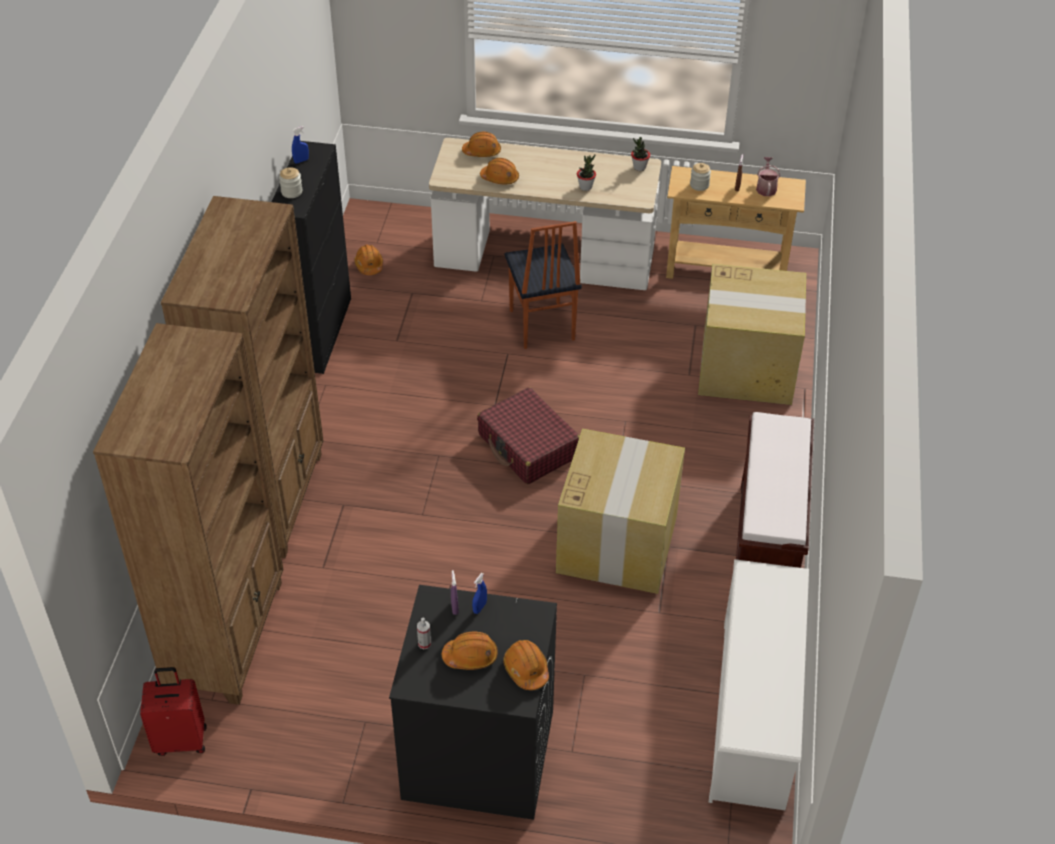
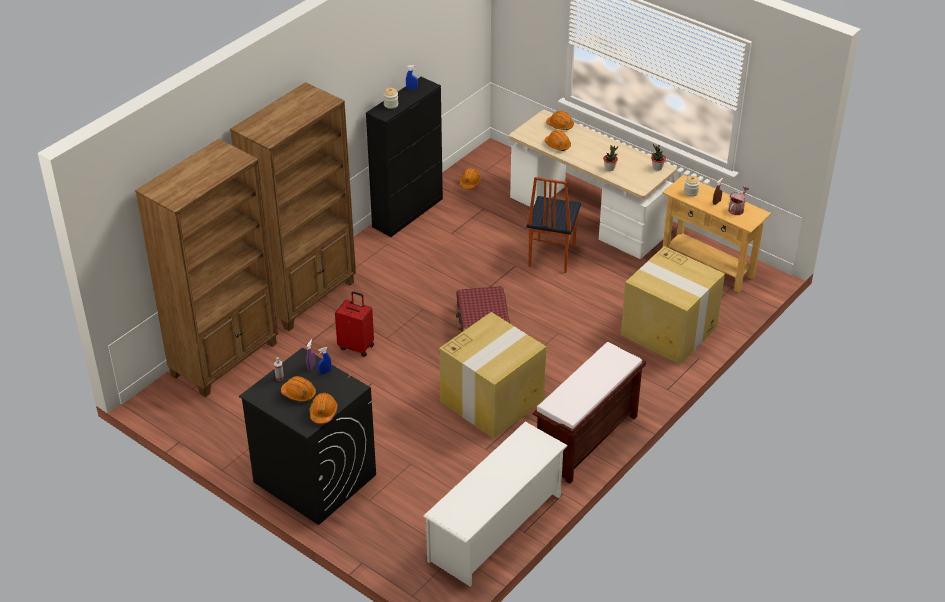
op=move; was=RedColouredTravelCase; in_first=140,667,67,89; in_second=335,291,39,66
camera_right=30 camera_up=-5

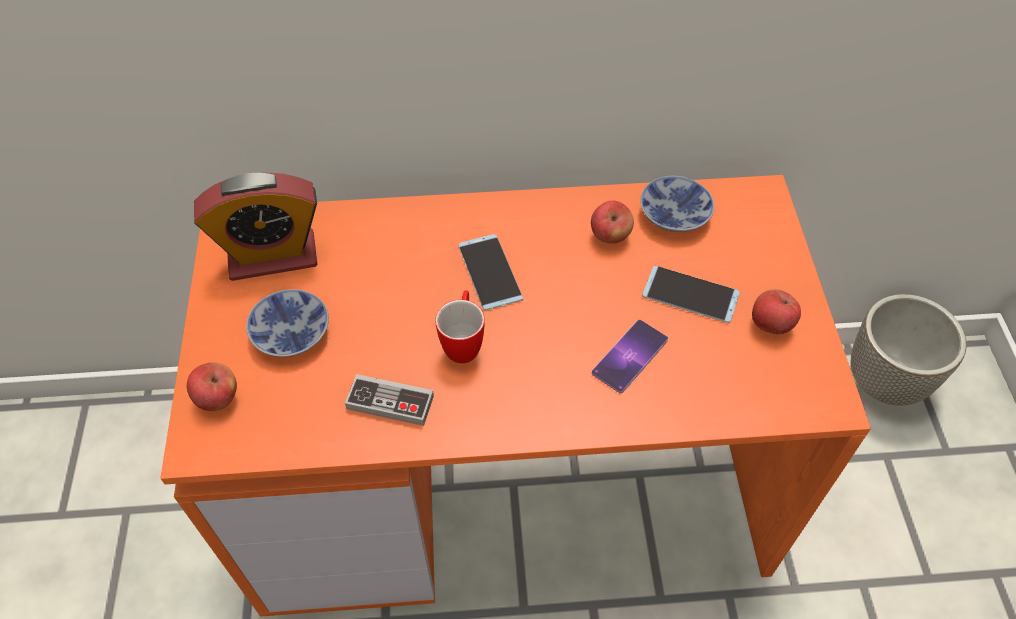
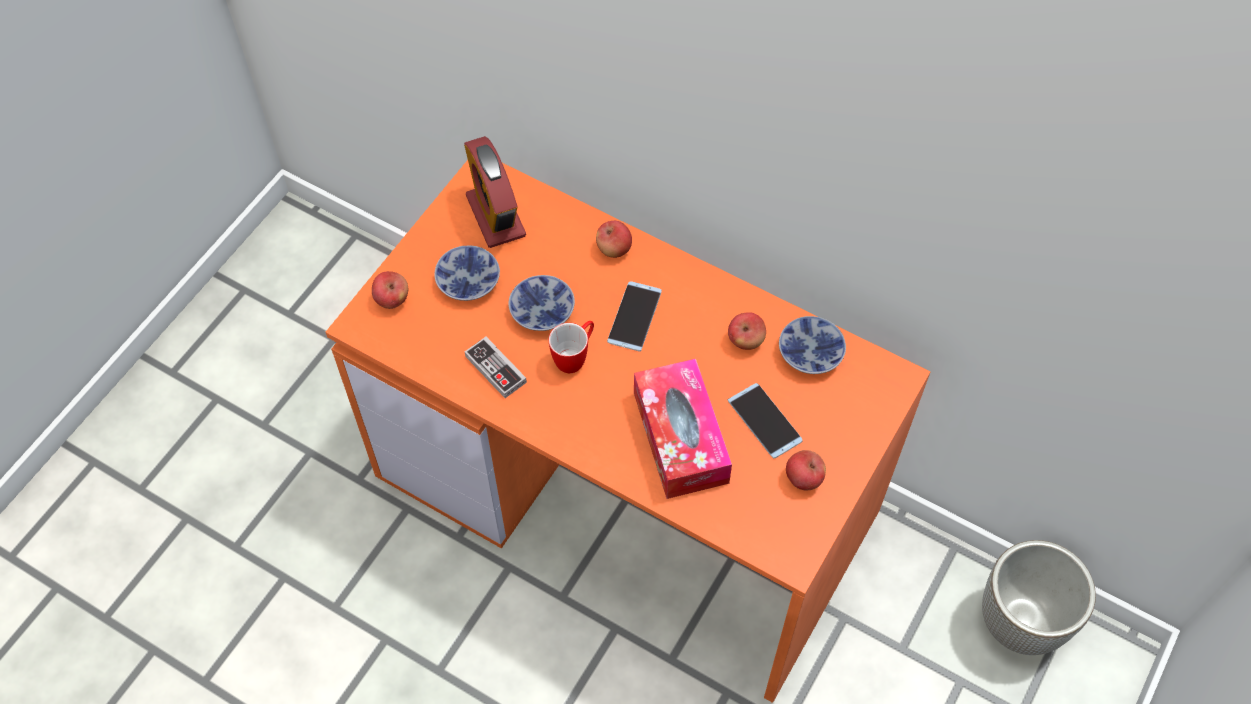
op=rotate; was=BedsideClock; in_first=194,172,123,109; in_second=464,136,62,112; clockwise=45
op=replace; was=Phone; now=TissueHolder; in_first=592,320,76,74; in_second=634,359,98,140
op=insert; now=WholeApple; in_second=596,221,36,37
op=insert; now=DeepDish; in_second=508,275,67,56
camera_right=35 camera_up=5

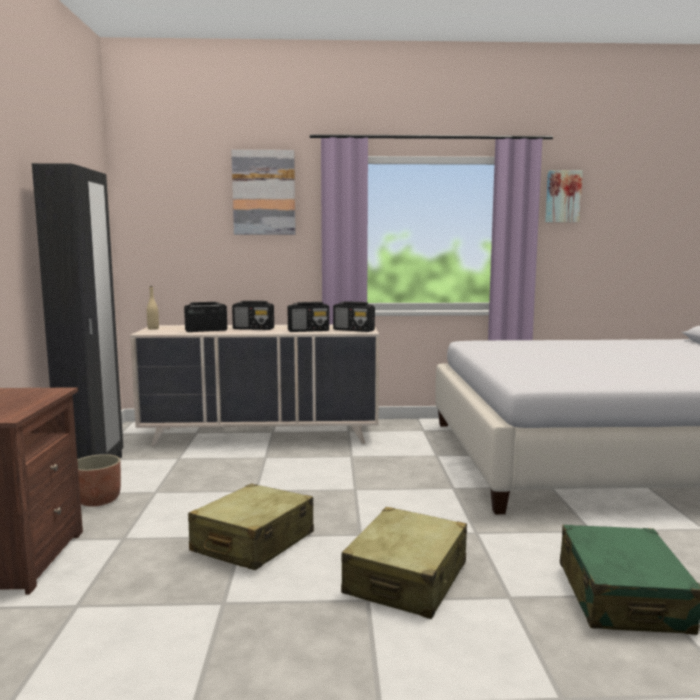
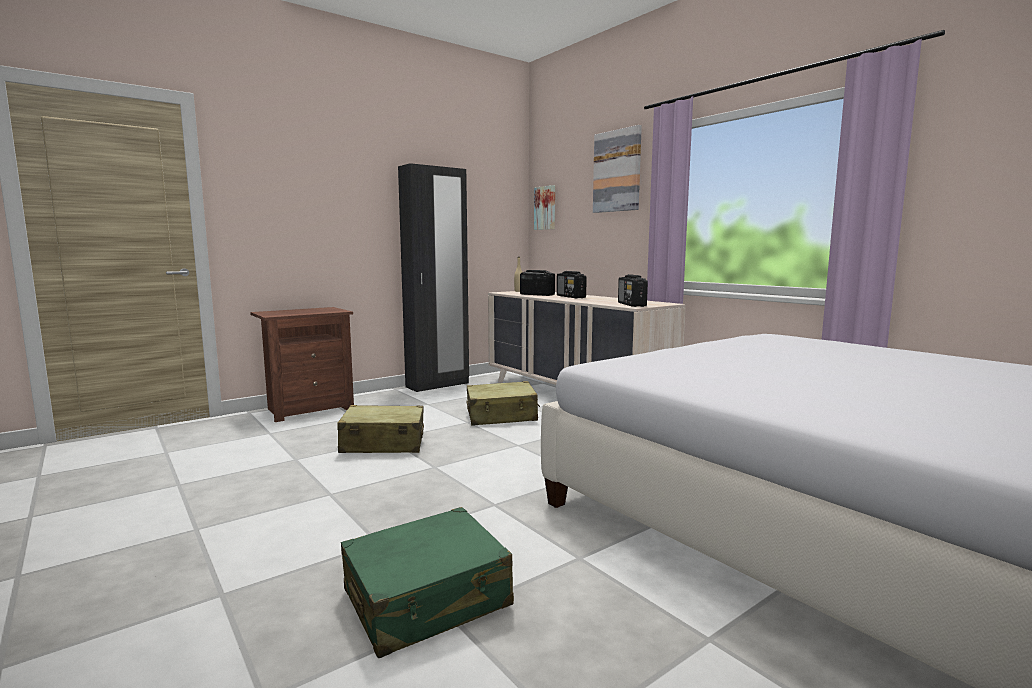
op=move; was=Picture; in_first=545,170,38,52; in_second=534,185,21,45
op=delete; was=Radio; in_first=287,302,42,30
op=delete; was=PlantPot; in_first=77,454,44,53
op=move; was=BeigeColouredTravelCase; in_first=341,507,126,112; in_second=467,381,73,45
camera_right=55 camera_up=0

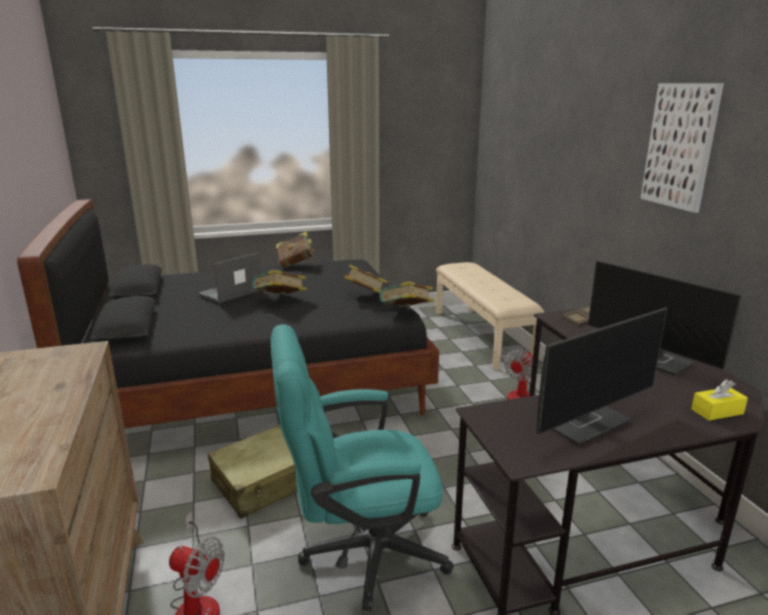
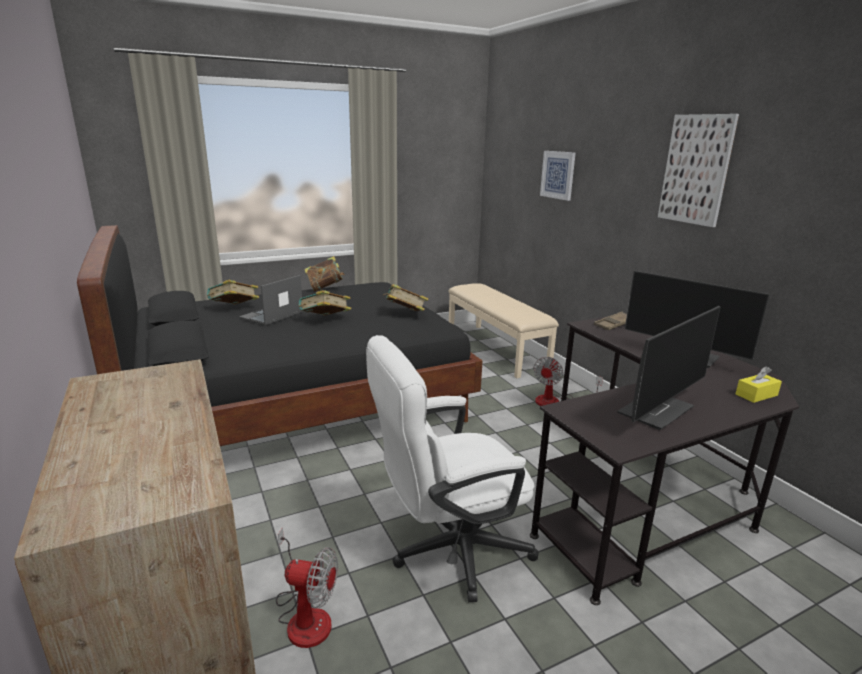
op=move; was=BoundBook; in_first=380,281,54,26; in_second=207,280,52,24
op=recolor; was=BlueGreenDeskChair; now=WhiteDeskChair; in_first=271,324,183,287; in_second=366,335,173,267
op=delete; was=BeigeColouredTravelCase; in_first=208,425,90,94
op=insert; now=Picture; in_second=540,151,36,50
camera_right=-10 camera_up=0

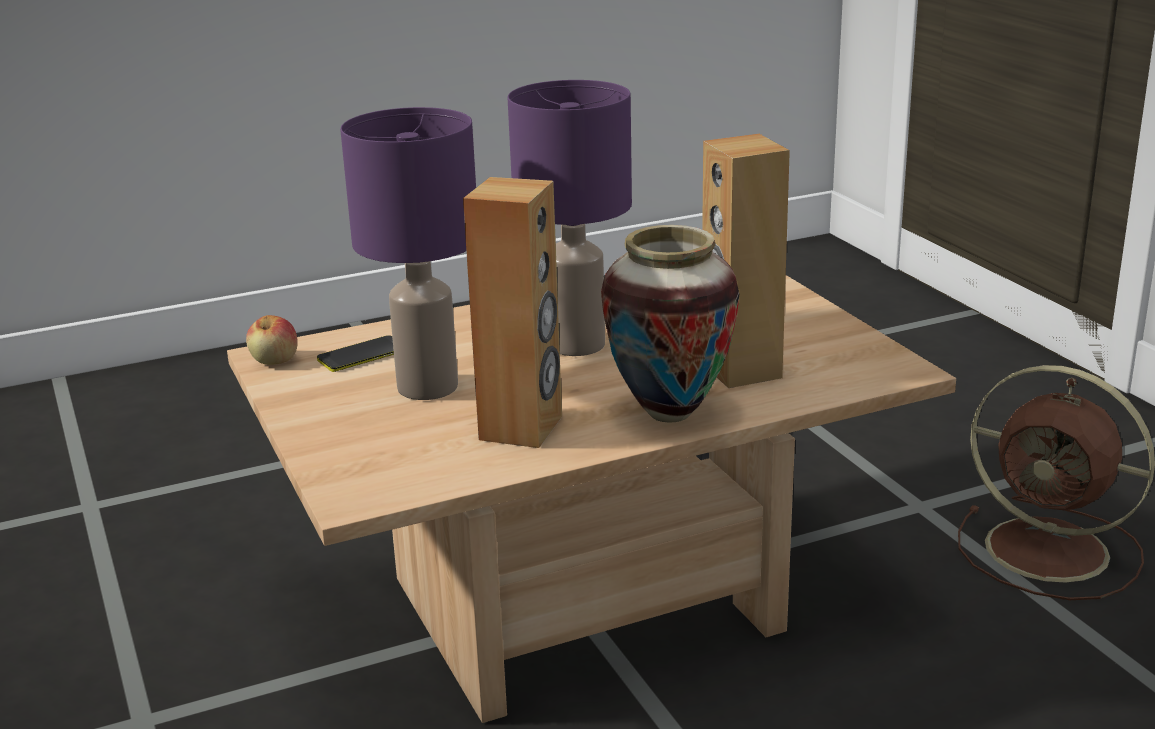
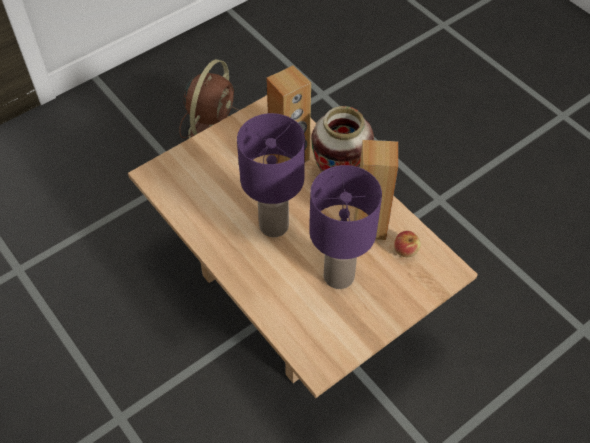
op=move; was=WholeApple; in_first=246,315,52,50; in_second=394,231,27,26
op=delete; was=Phone; in_first=317,335,77,37
camera_right=-105 camera_up=30

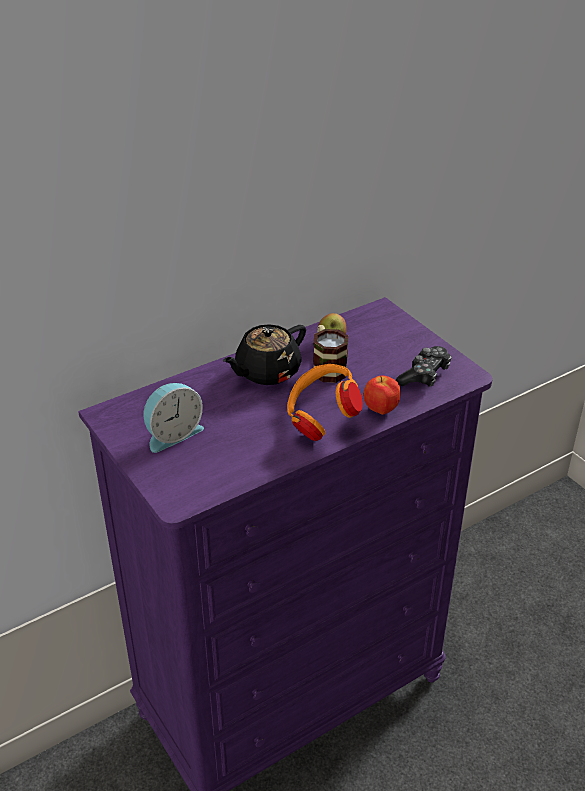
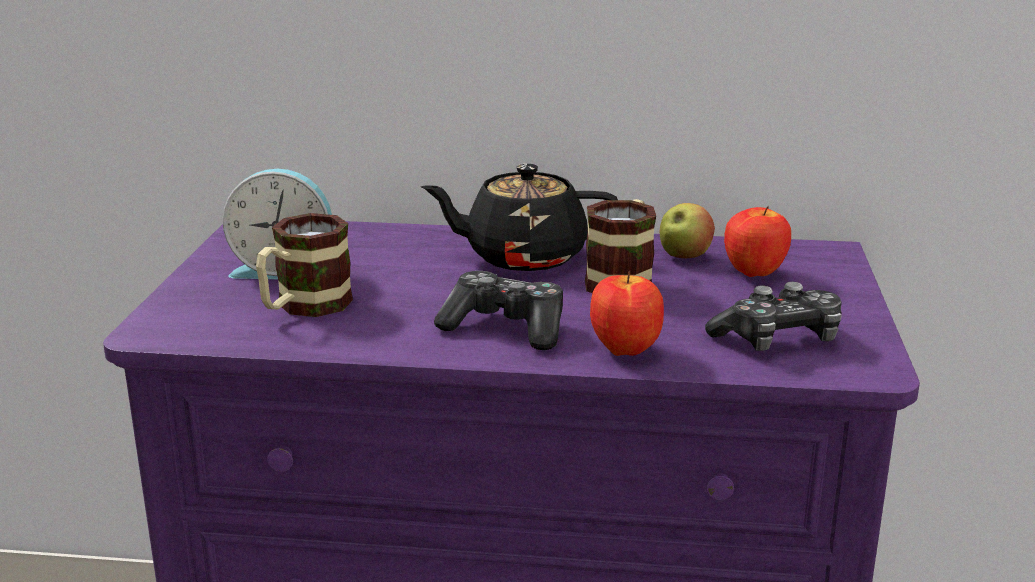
op=replace; was=OrangeyHeadset; now=Gamepad; in_first=287,364,76,77; in_second=434,271,129,79
op=insert; now=WholeApple; in_second=724,206,67,71
op=insert; now=Mug; in_second=256,213,97,104
camera_right=40 camera_up=-15

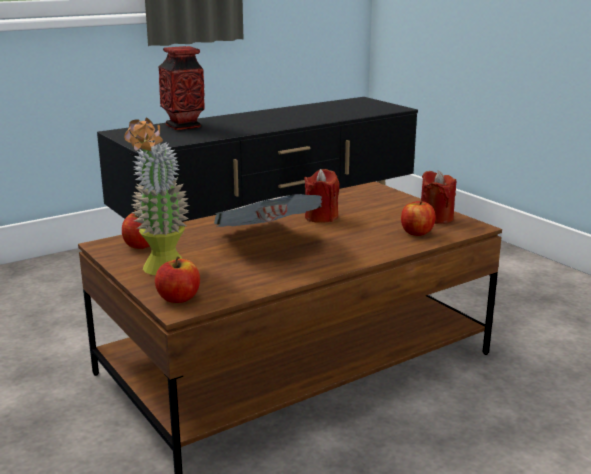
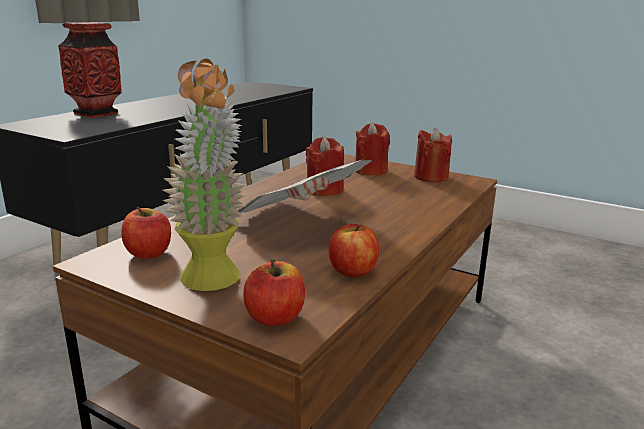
op=move; was=WholeApple; in_first=401,201,35,35; in_second=328,224,51,53
op=insert; now=RedColouredWaxCandle; in_second=356,122,34,53
camera_right=-25 camera_up=0

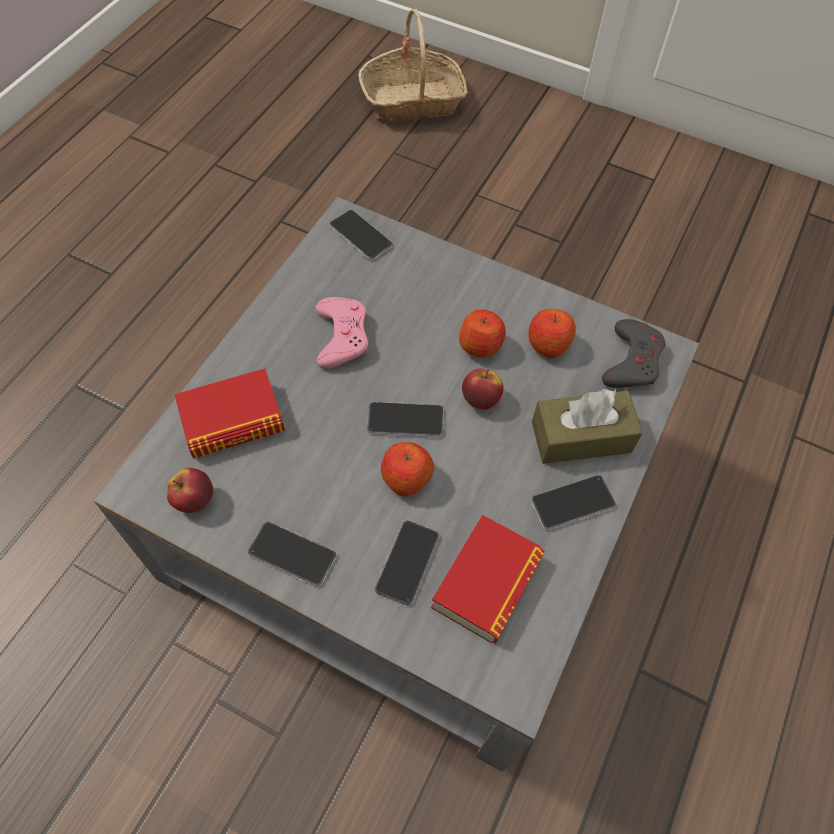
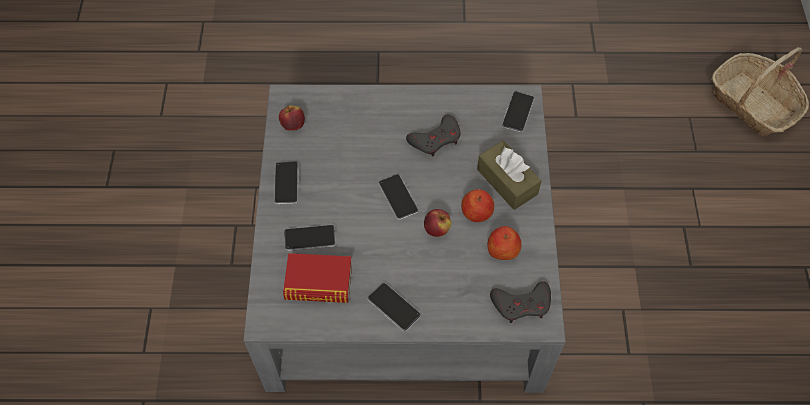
op=recolor; was=PinkColouredGamepad; now=GreyishGamepad; in_first=315,297,53,72; in_second=406,114,55,43
op=delete; was=BoundBook; in_first=174,368,111,91
op=move; was=BrownishTissueHolder; in_first=532,389,111,75; in_second=477,140,65,70
op=delete; was=WholeApple; in_first=381,442,53,55
camera_right=65 camera_up=0

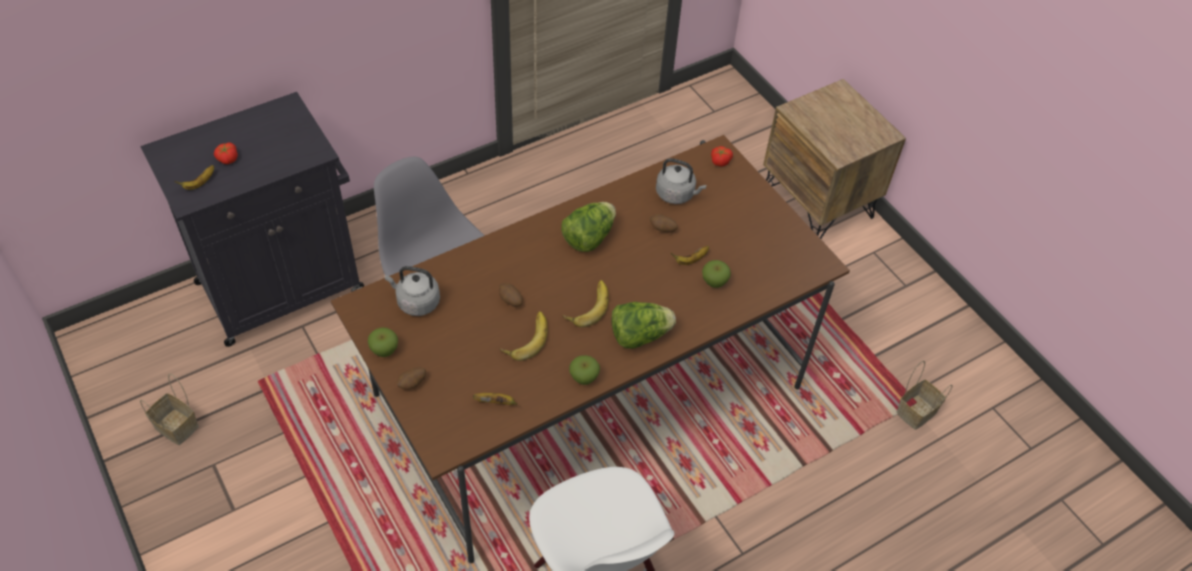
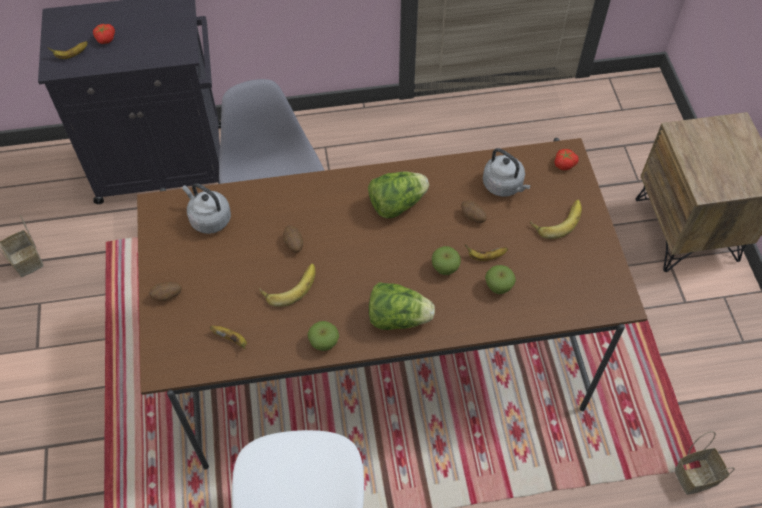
op=move; was=Banana; in_first=563,280,46,47; in_second=530,200,52,39
op=move; was=WholeApple; in_first=368,327,30,30; in_second=432,246,29,29
camera_right=25 camera_up=5

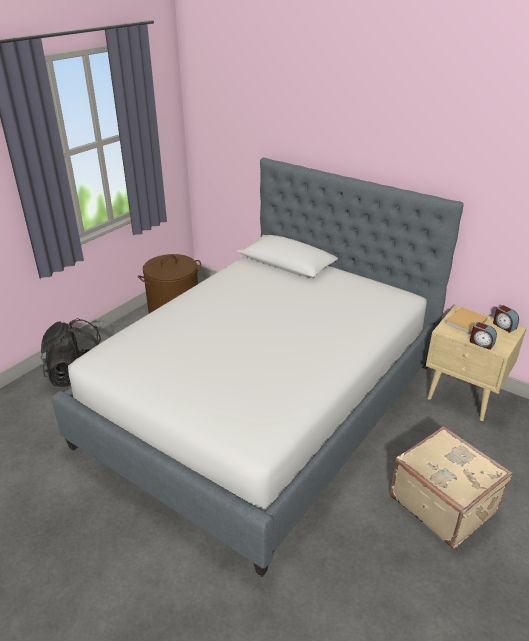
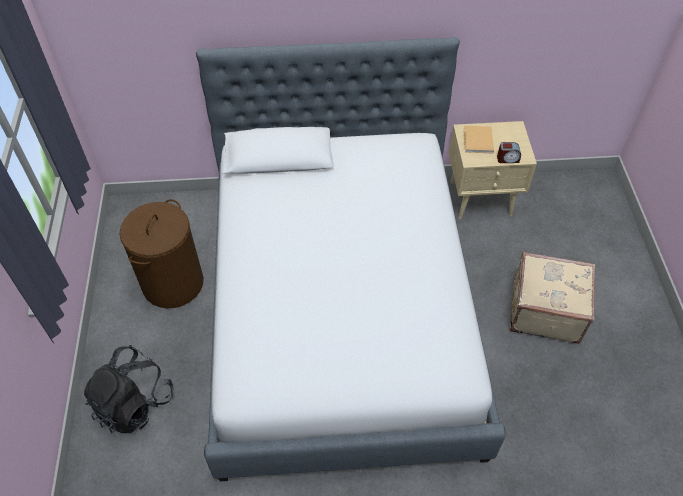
op=delete; was=BedsideClock; in_first=493,305,26,28
camera_right=-40 camera_up=20

